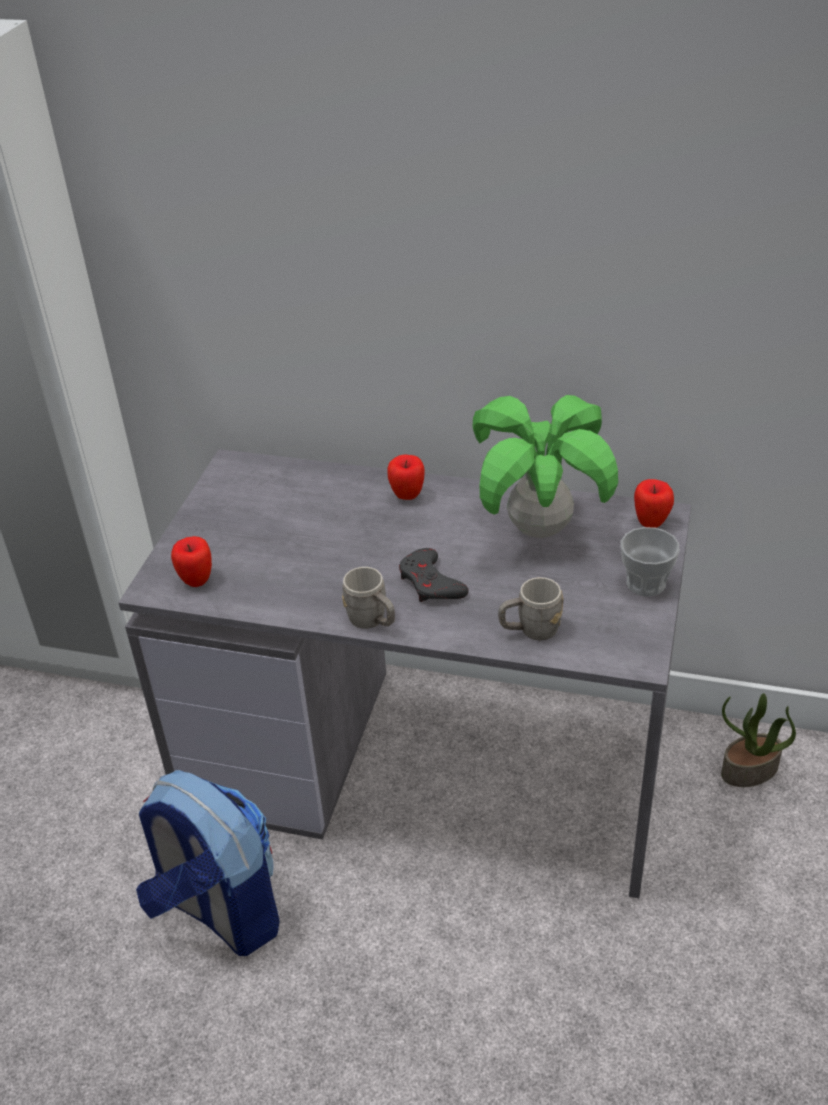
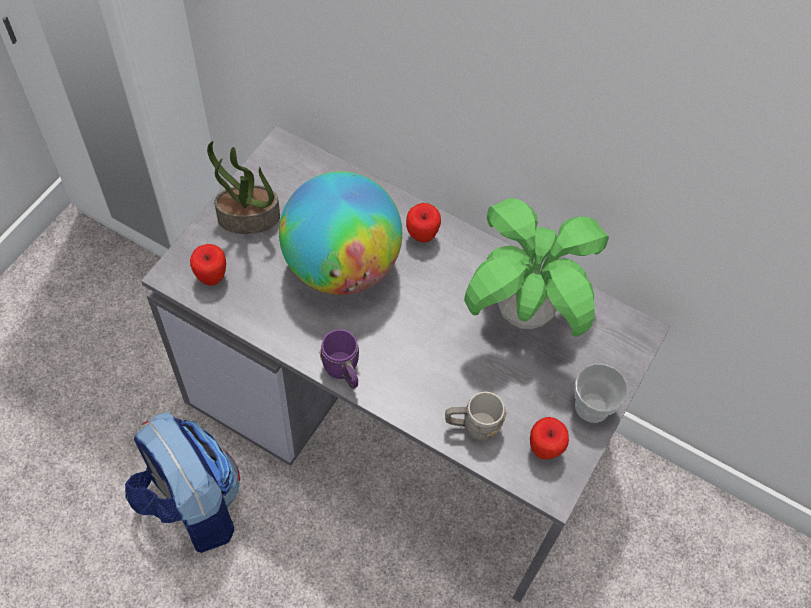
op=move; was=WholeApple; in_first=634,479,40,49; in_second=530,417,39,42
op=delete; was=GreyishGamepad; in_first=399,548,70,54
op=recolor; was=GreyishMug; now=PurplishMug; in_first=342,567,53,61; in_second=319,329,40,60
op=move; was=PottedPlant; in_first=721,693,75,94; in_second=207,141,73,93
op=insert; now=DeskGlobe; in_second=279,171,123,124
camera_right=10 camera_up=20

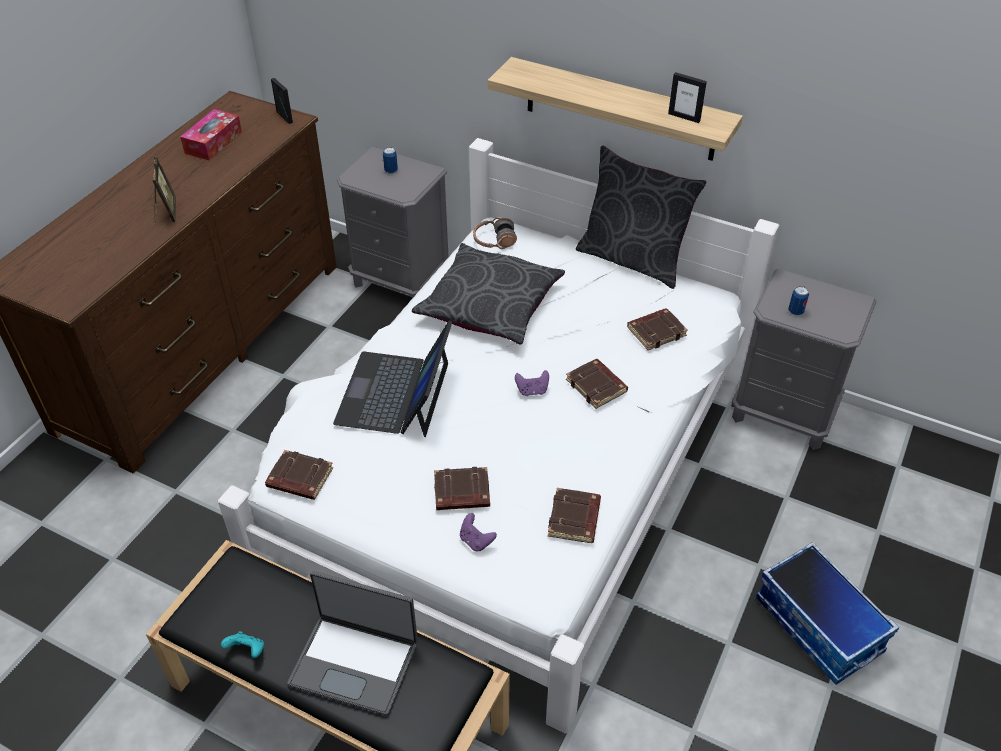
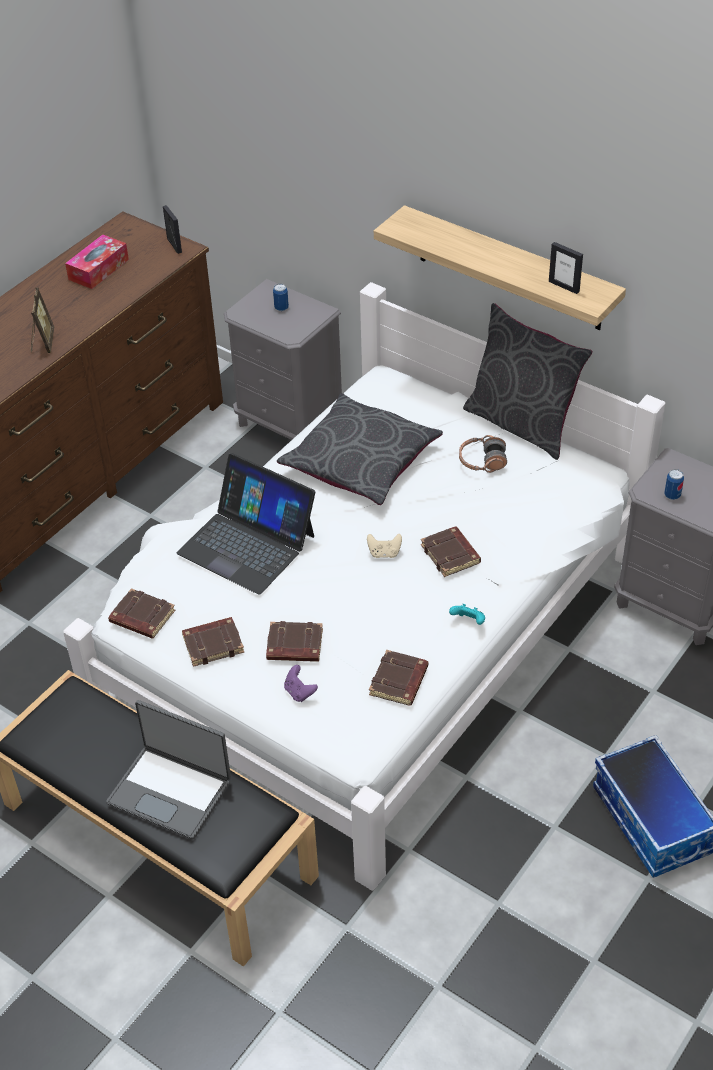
op=move; was=Headset; in_first=473,217,44,32; in_second=459,435,48,38
op=move; was=BrownishBoundBook; in_first=627,308,61,42; in_second=182,617,62,50
op=rotate; was=NotebookComputer; in_first=333,321,119,116; in_second=177,453,138,142; clockwise=-75
op=recolor; was=PurplishGamepad; now=BeigeColouredGamepad; in_first=515,370,34,26; in_second=367,534,35,24
op=move; was=BlueGreenGamepad; in_first=221,631,43,27; in_second=449,604,36,21
camera_right=10 camera_up=0

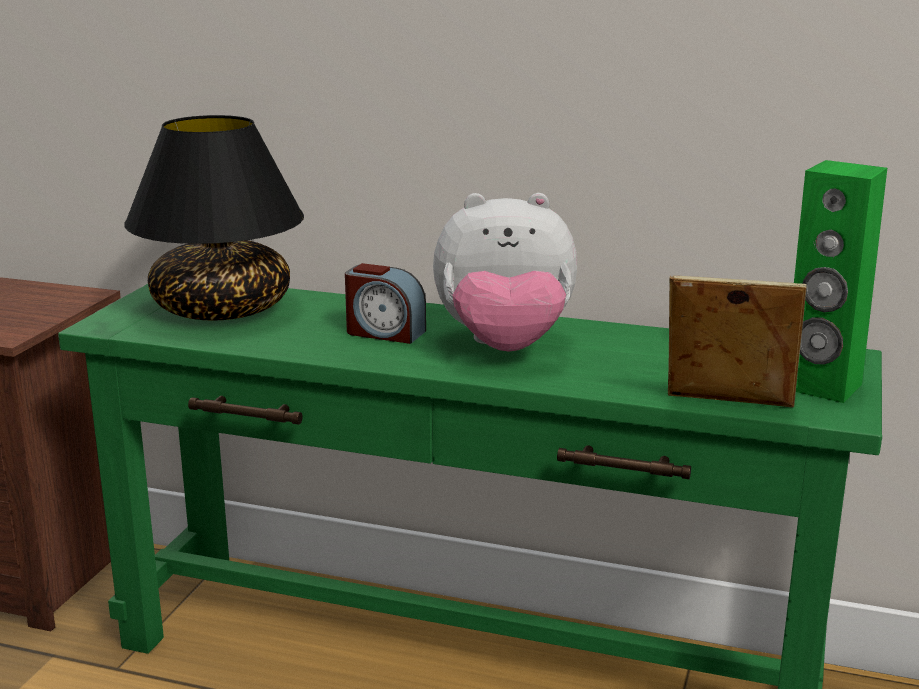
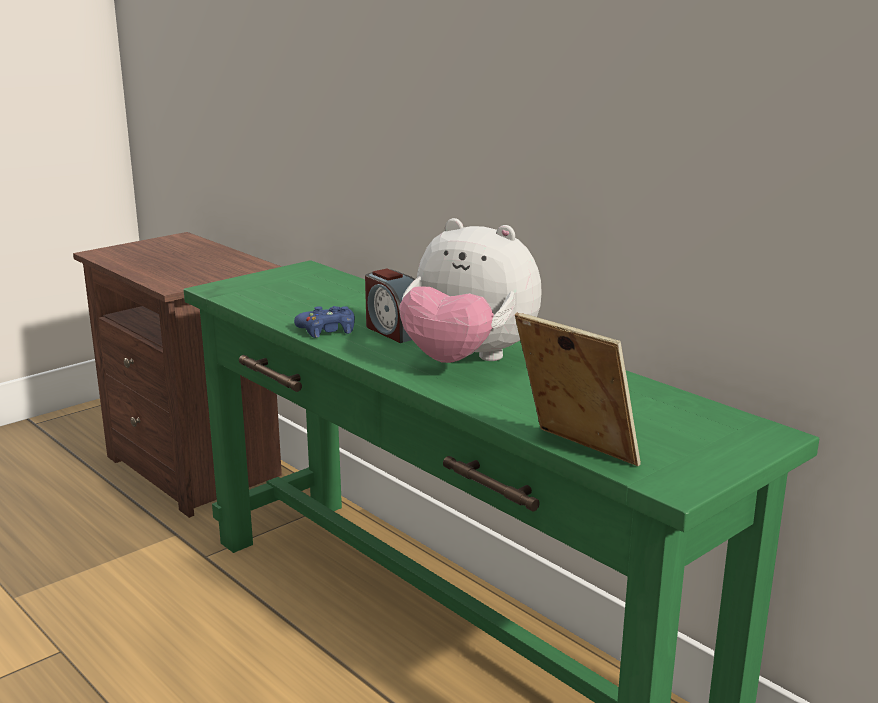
op=delete; was=BlackColouredTableLamp; in_first=124,115,180,206
op=delete; was=GreenishLoudspeaker; in_first=794,160,93,243
op=insert; now=BlueColouredGamepad; in_second=294,306,61,32
camera_right=30 camera_up=0

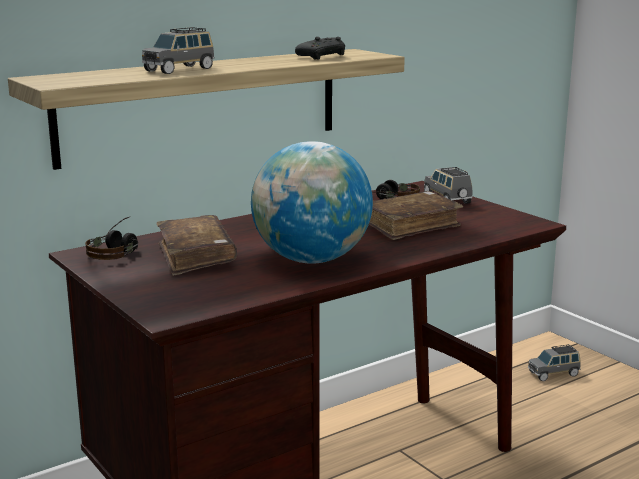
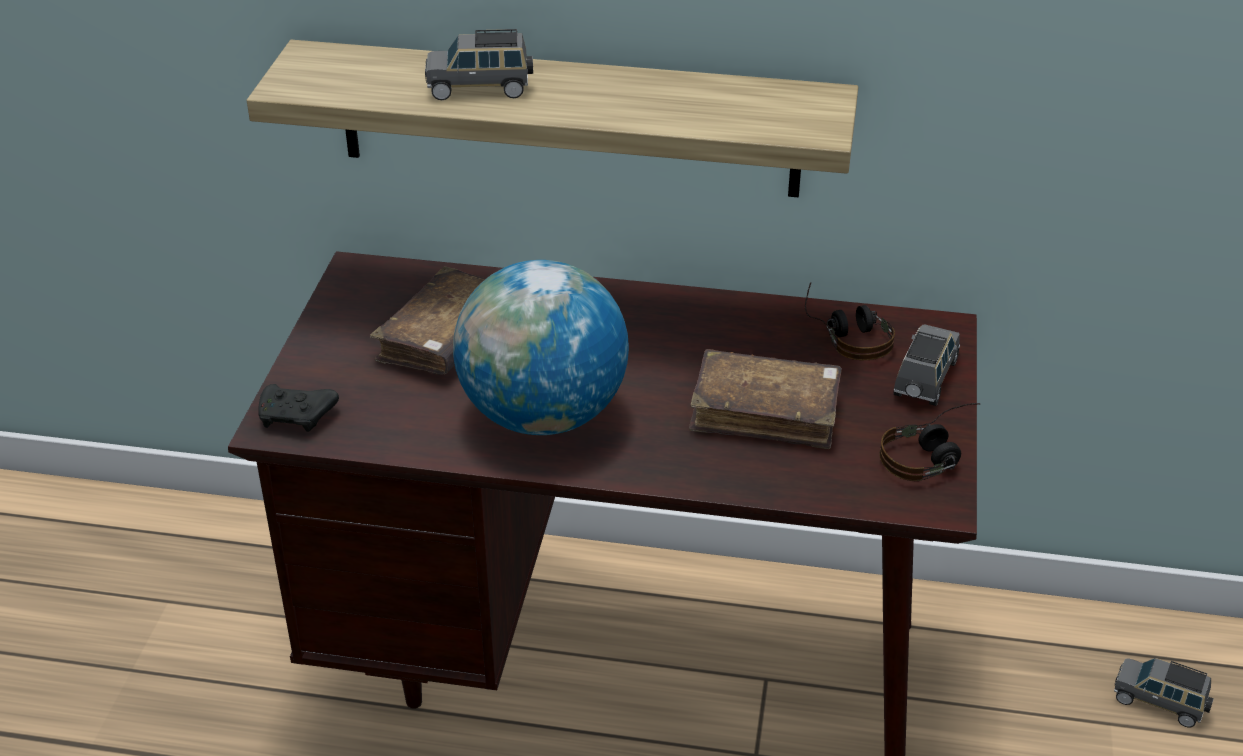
op=move; was=BlackColouredGamepad; in_first=295,37,50,22; in_second=258,384,81,48
op=move; was=Headset; in_first=85,217,53,43; in_second=879,403,102,78
camera_right=45 camera_up=20

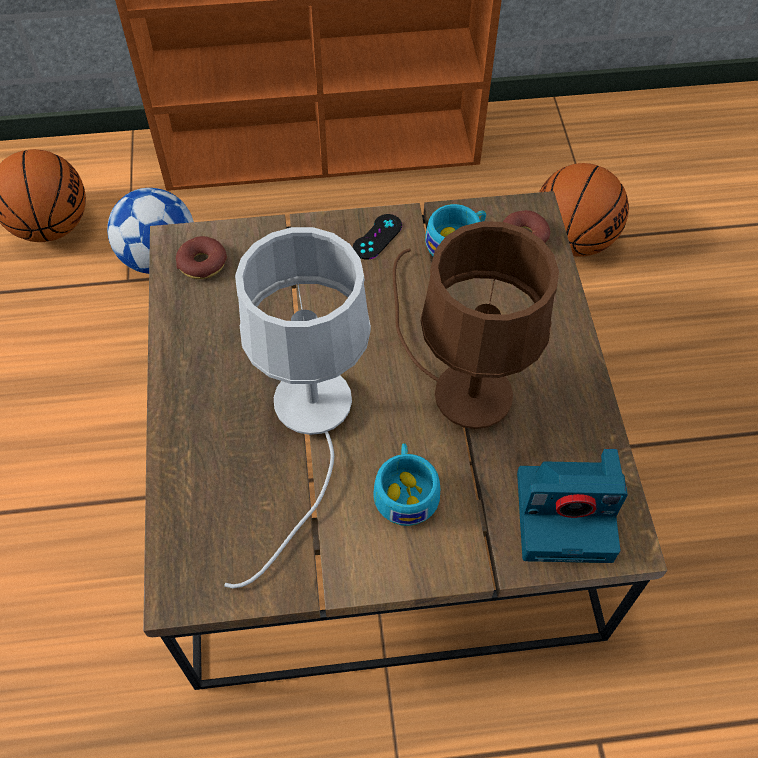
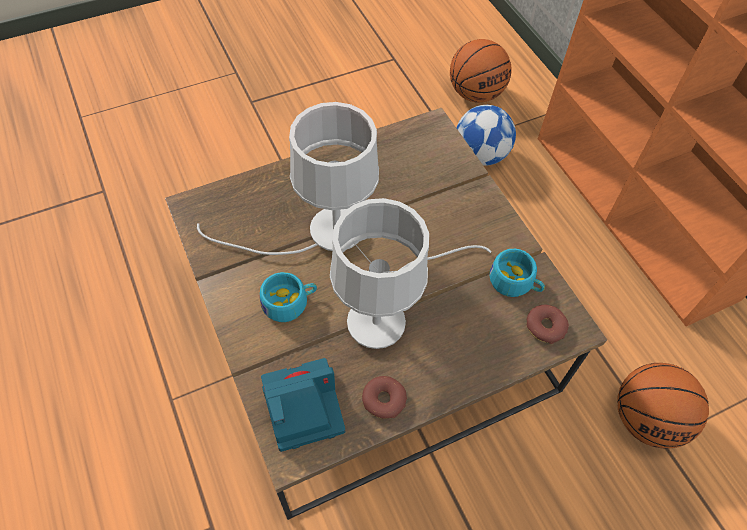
op=delete; was=BlackColouredGamepad; in_first=353,214,49,45
op=recolor; was=BrownishTableLamp; now=WhiteTableLamp; in_first=393,221,166,208; in_second=330,198,162,151
op=move; was=Donut; in_first=176,236,51,43; in_second=362,376,45,43
op=rotate; was=PhotoCamera; in_first=517,449,111,114; in_second=261,358,84,94; clockwise=90
camera_right=70 camera_up=0

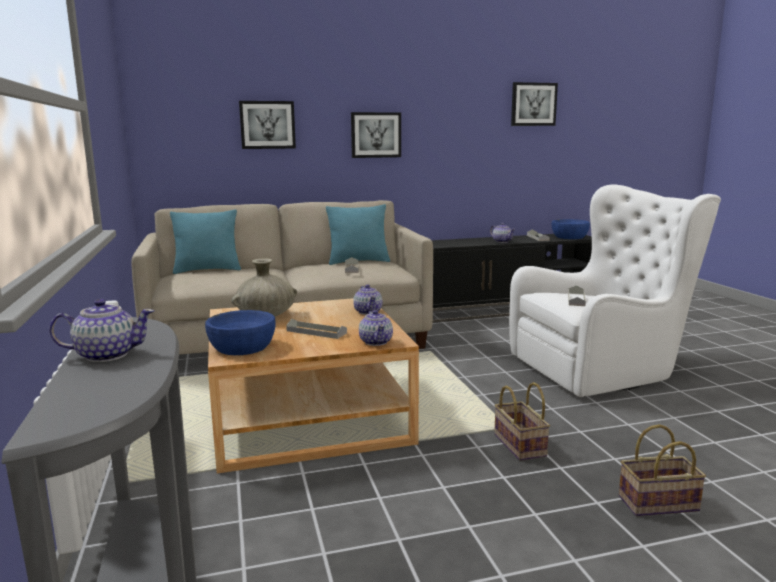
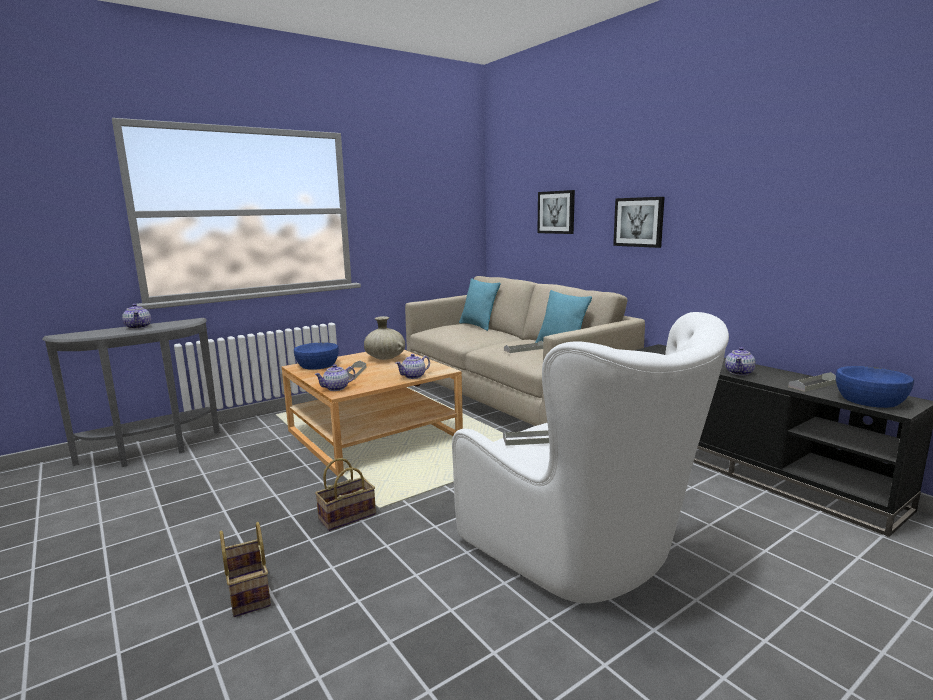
op=delete; was=Picture; in_first=511,82,47,44
camera_right=70 camera_up=0

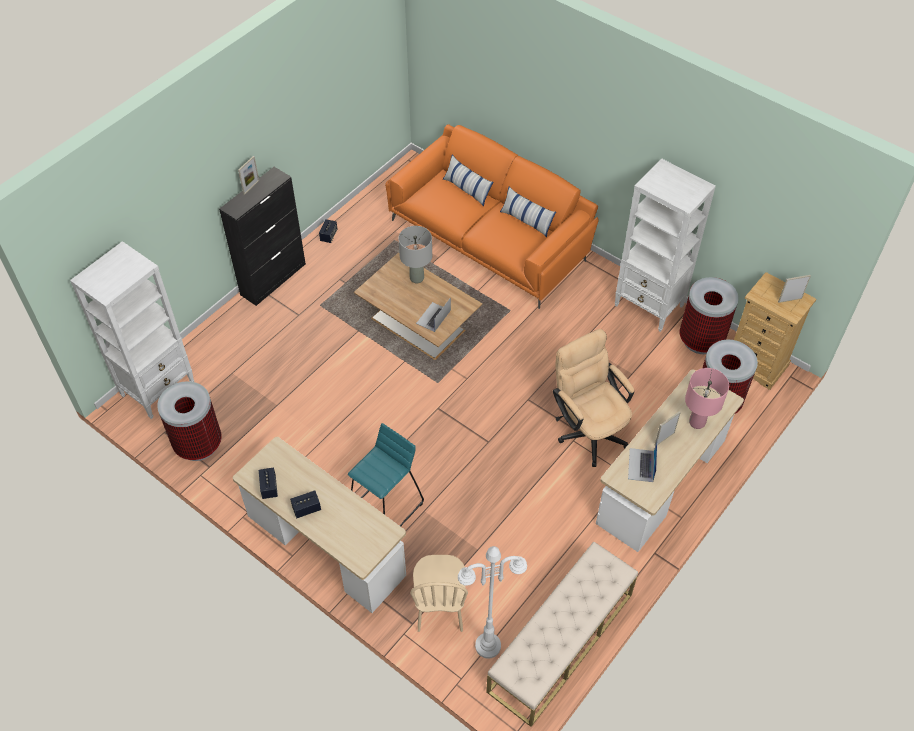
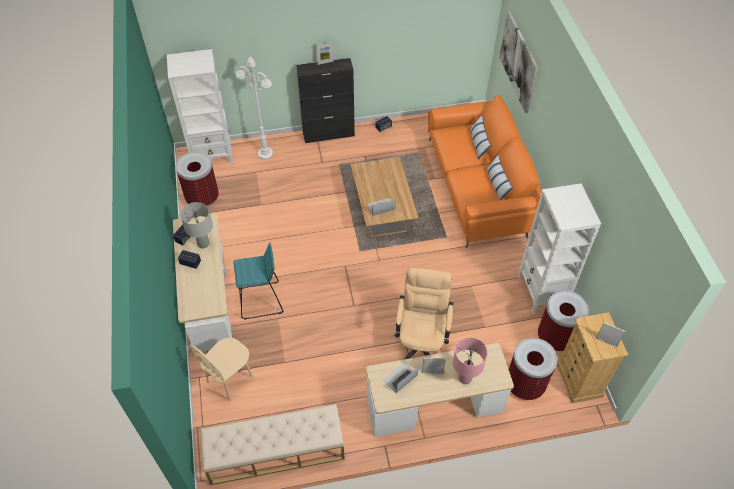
op=move; was=GreyishTableLamp; in_first=398,226,34,57; in_second=180,202,33,46
op=move; was=WhiteStandardLamp; in_first=458,546,69,113; in_second=236,56,37,104
op=insert; now=Picture; in_second=499,11,39,102
camera_right=40 camera_up=0

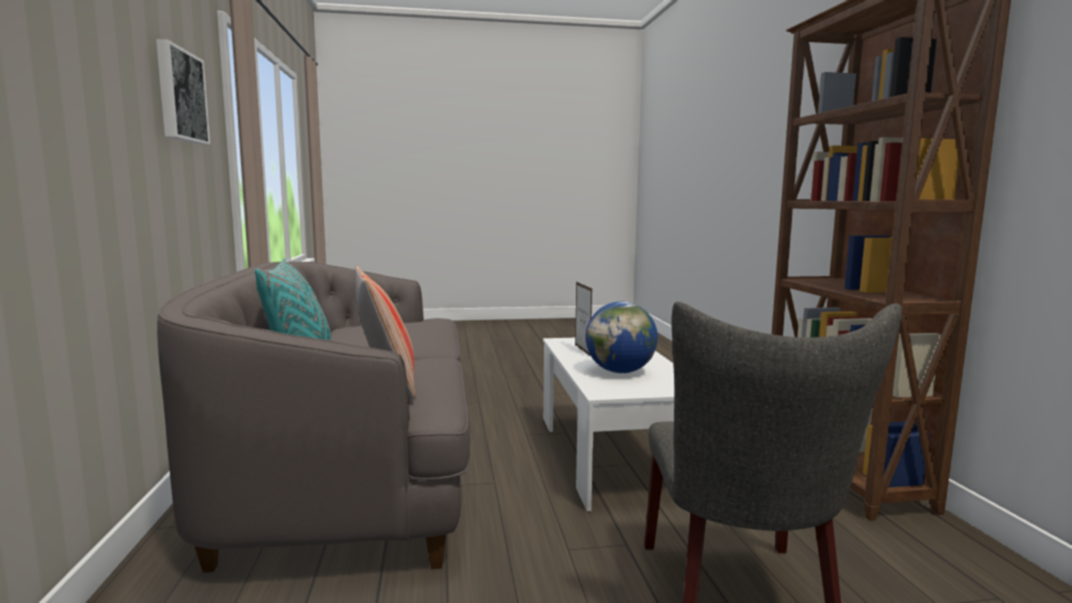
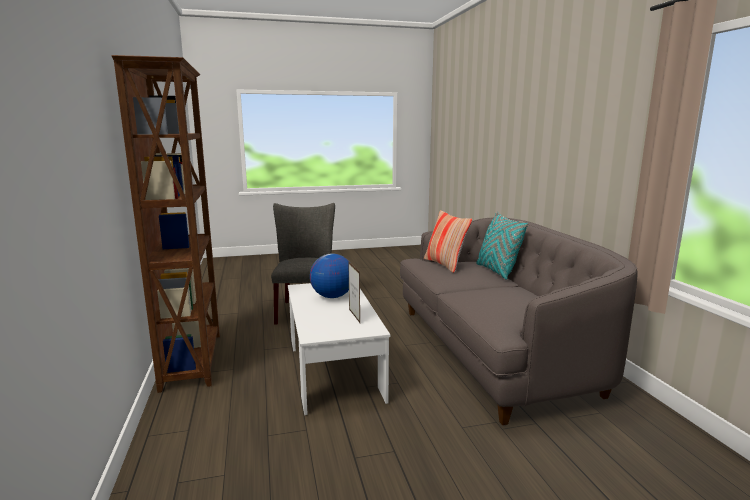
op=delete; was=Picture; in_first=156,39,55,106
camera_right=175 camera_up=5

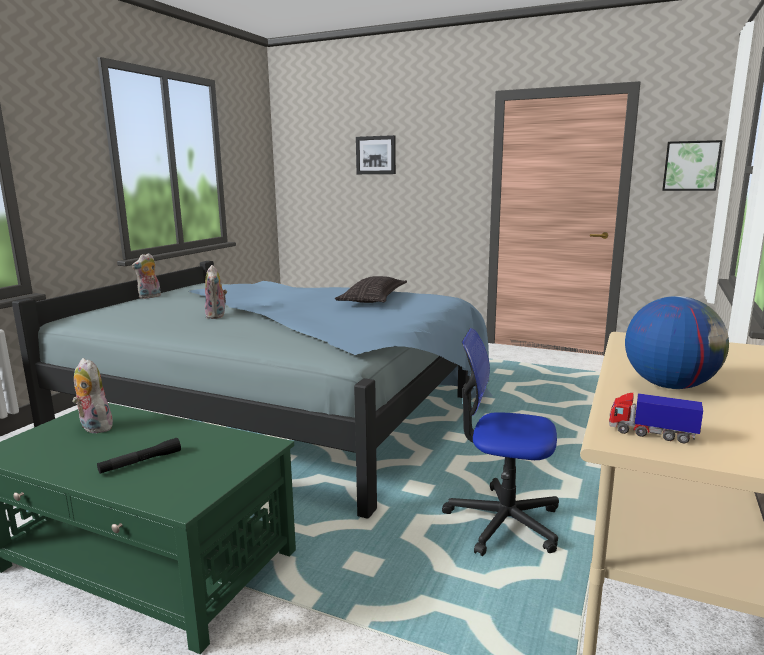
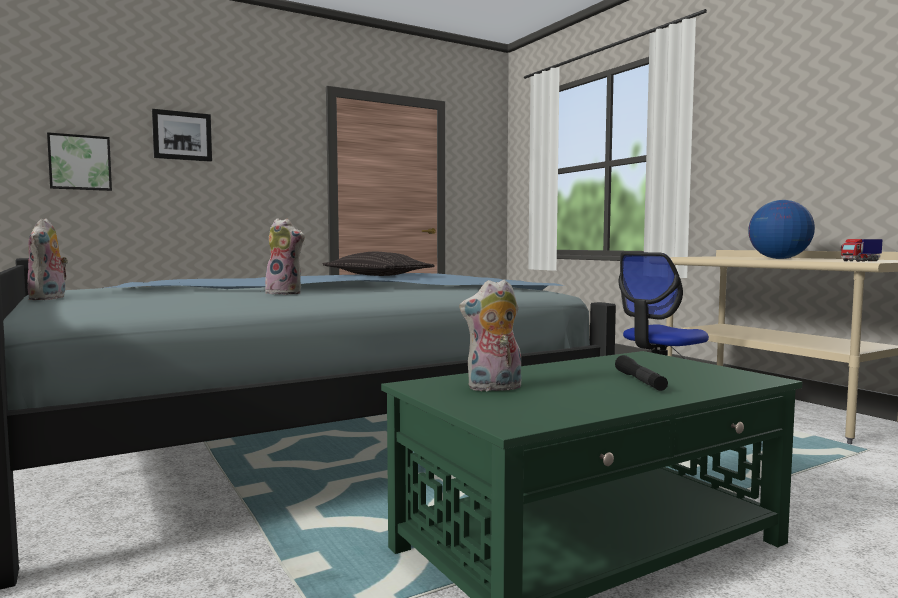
op=move; was=Picture; in_first=662,140,61,51; in_second=47,132,65,59
camera_right=-55 camera_up=-10

